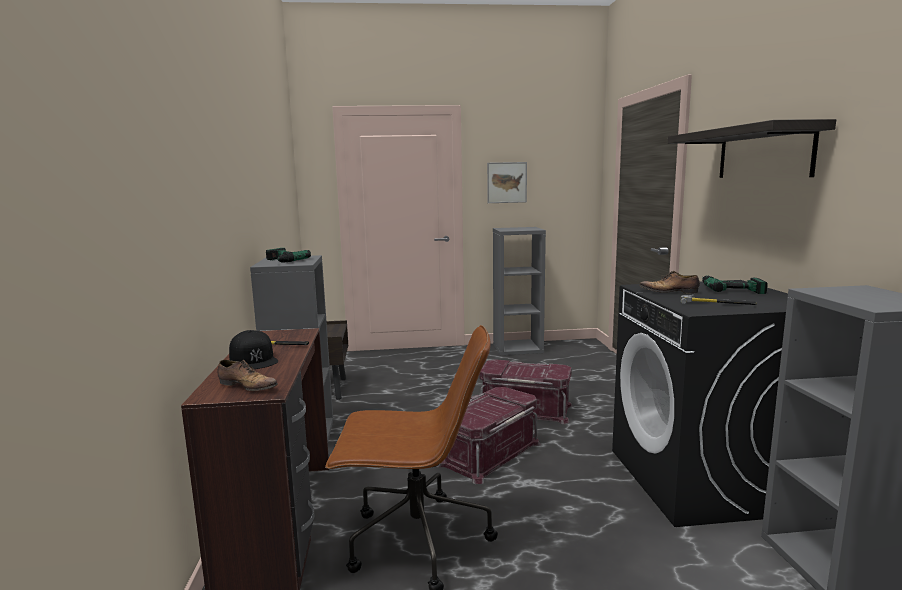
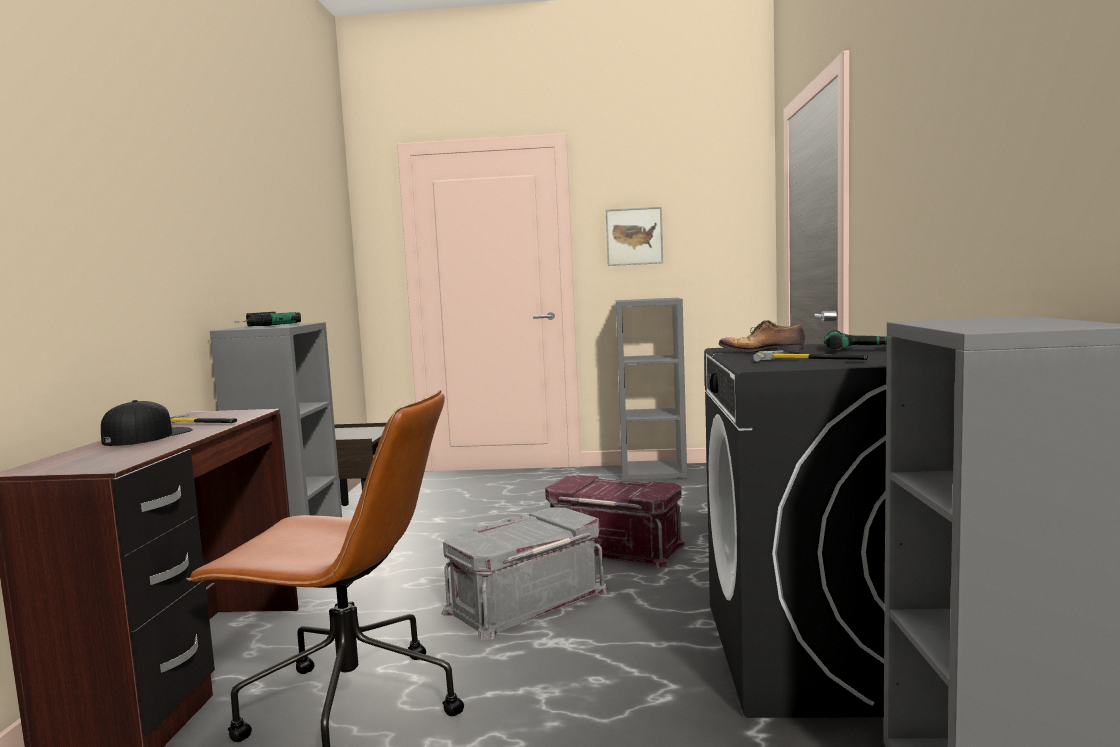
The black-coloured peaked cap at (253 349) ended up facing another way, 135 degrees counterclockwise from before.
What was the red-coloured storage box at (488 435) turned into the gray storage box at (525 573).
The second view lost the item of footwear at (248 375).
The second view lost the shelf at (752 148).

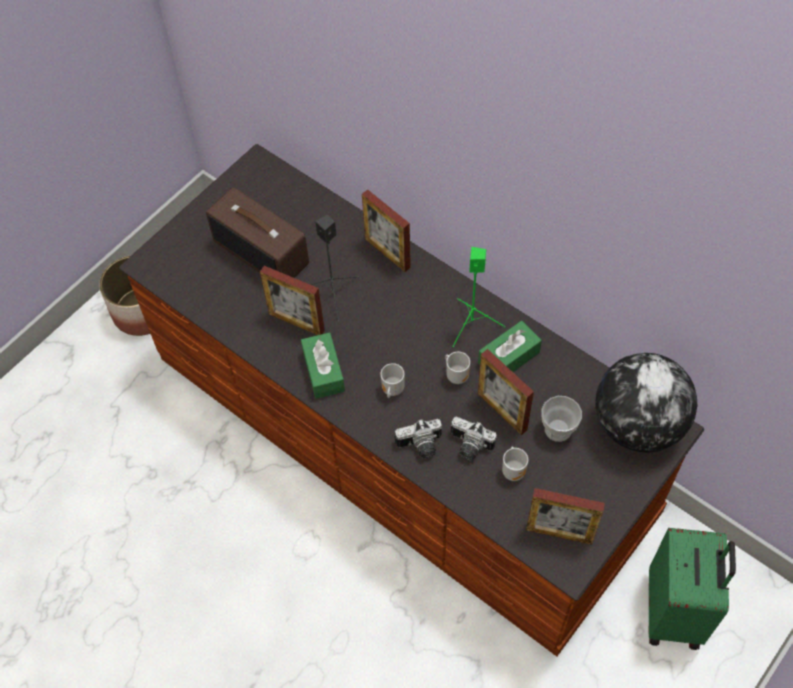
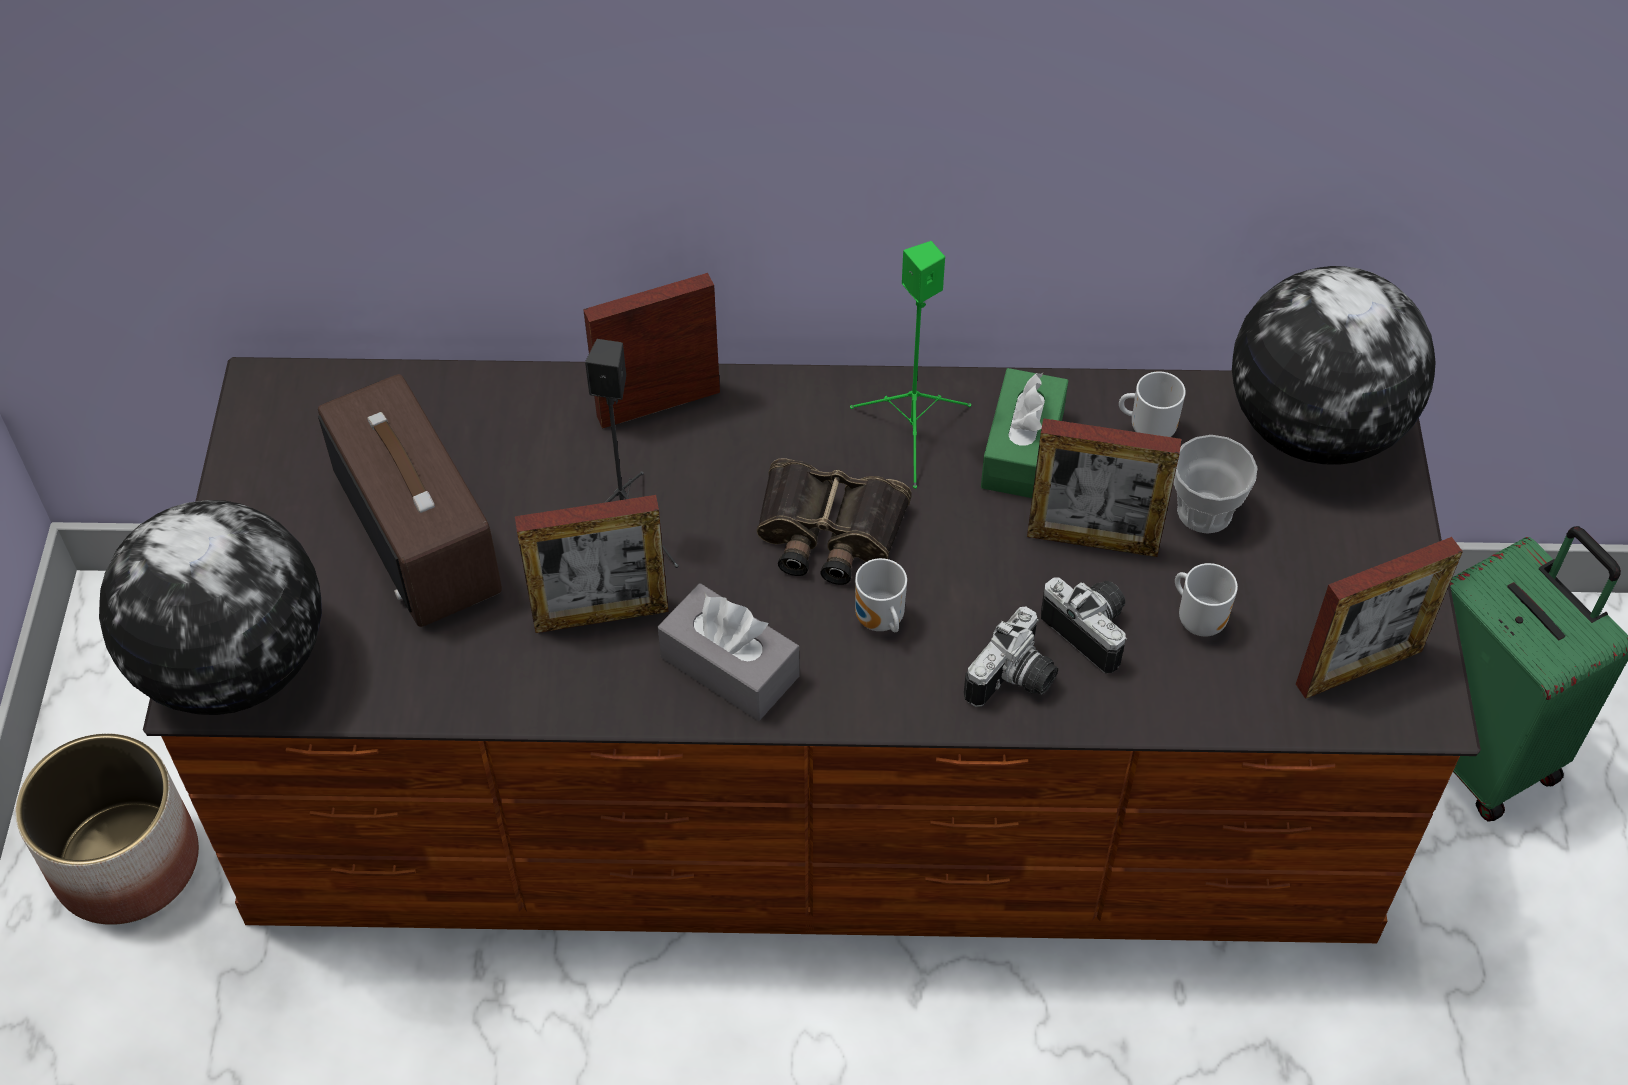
The second view gained the world globe at (210 607).
The radio at (257 232) ended up facing another way, 60 degrees clockwise from before.
The photo frame at (386 231) ended up facing another way, 150 degrees clockwise from before.
What was the green tissue holder at (323 365) turned into the gray tissue holder at (729 652).
The second view gained the field glasses at (834 521).
The photo camera at (474 438) ended up facing another way, 120 degrees counterclockwise from before.
The coffee mug ended up elsewhere, having gone from (457 368) to (1152 404).

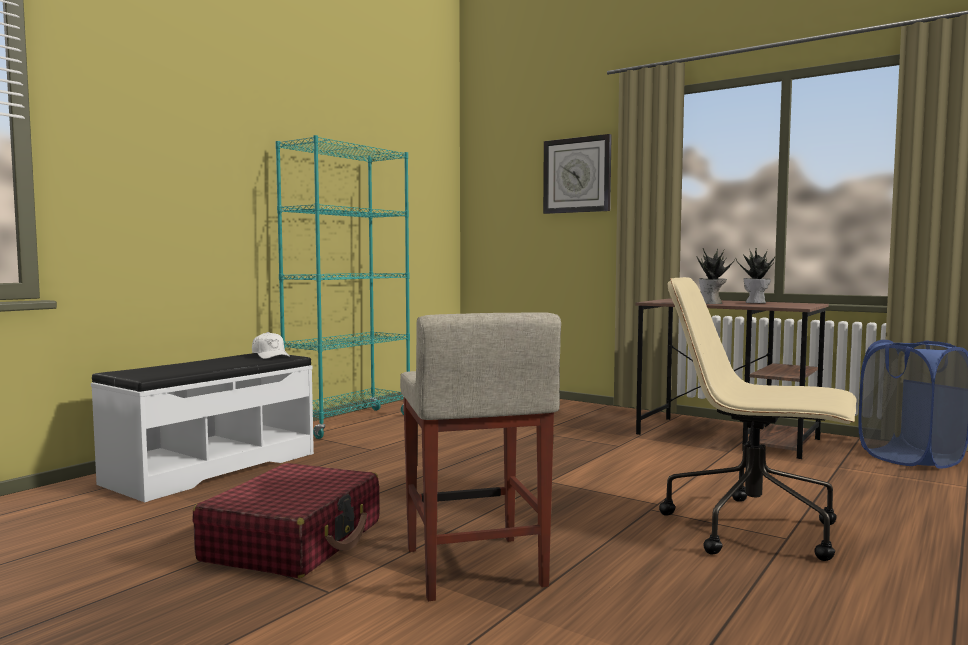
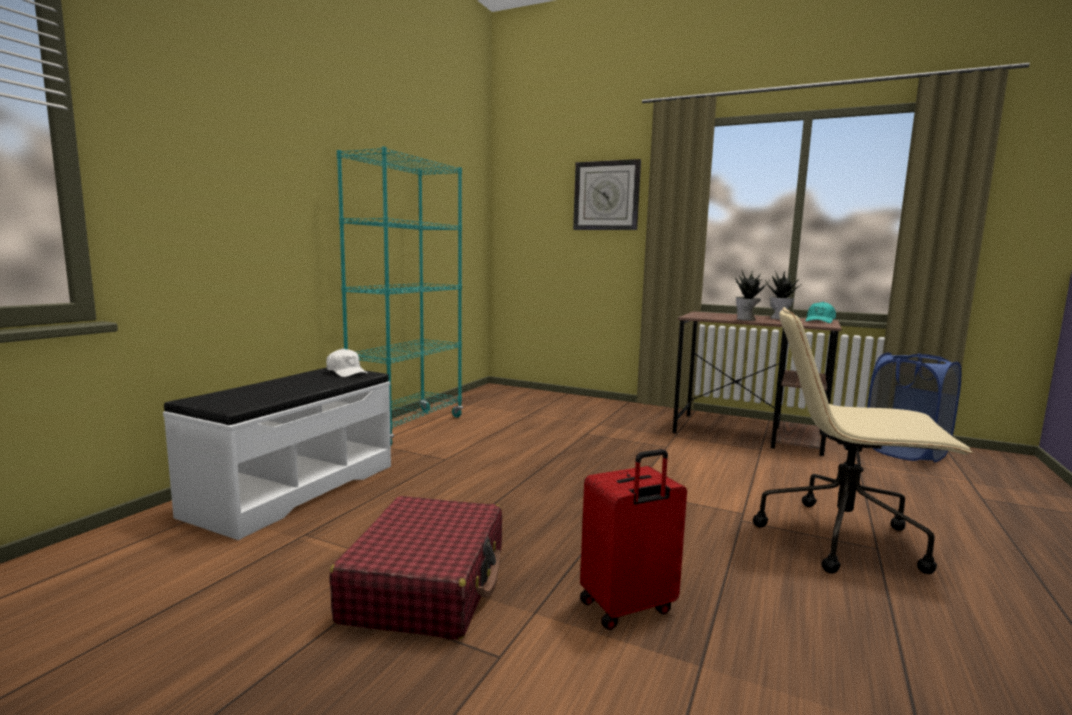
Where the beige stool stood at (480 456), the red-coloured travel case came to stand at (633 539).
The second view gained the turquoise-coloured peaked cap at (820 312).

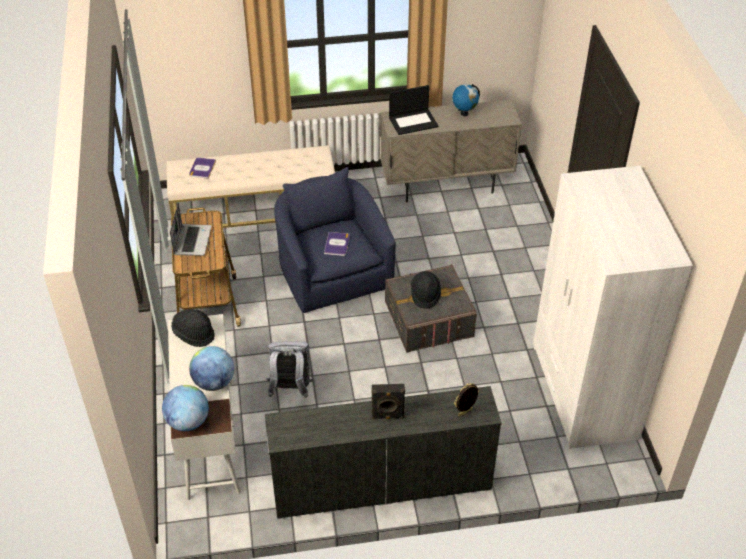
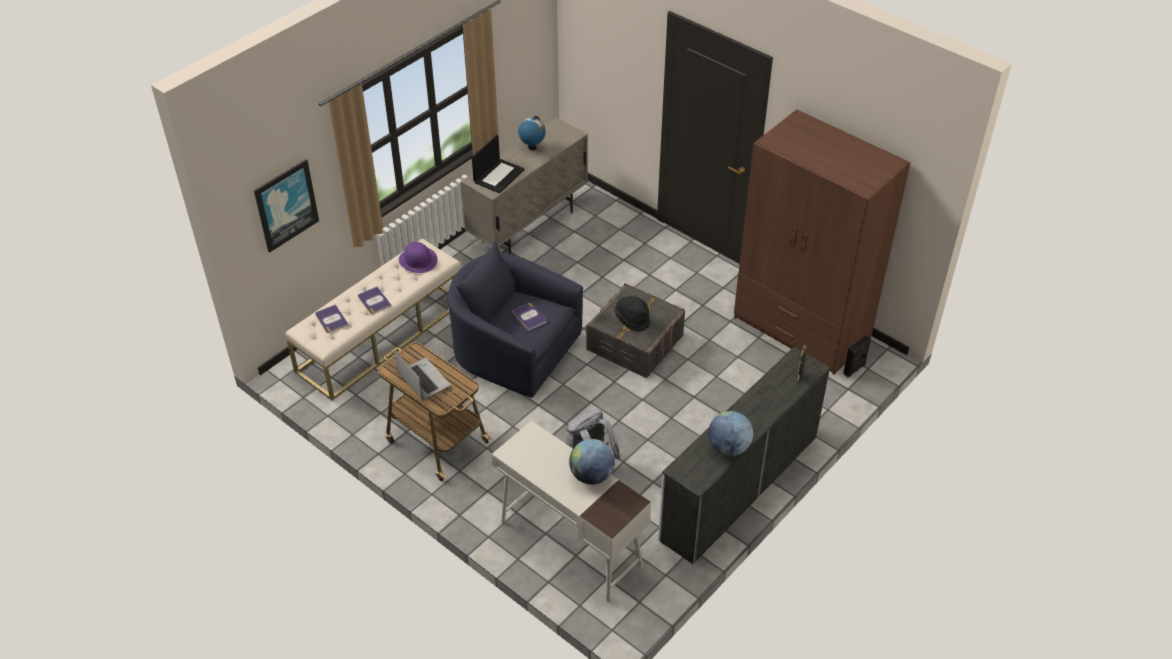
The second view gained the wall picture at (286 206).
The second view gained the bound book at (375 300).
The second view gained the purplish hat at (418 257).
The world globe ended up elsewhere, having gone from (185 408) to (730 433).
What was the white-coloured armoire at (613 307) turned into the brown-coloured armoire at (822 241).
The black-coloured speaker ended up elsewhere, having gone from (388 401) to (857 356).
The second view lost the black-coloured hat at (193 328).

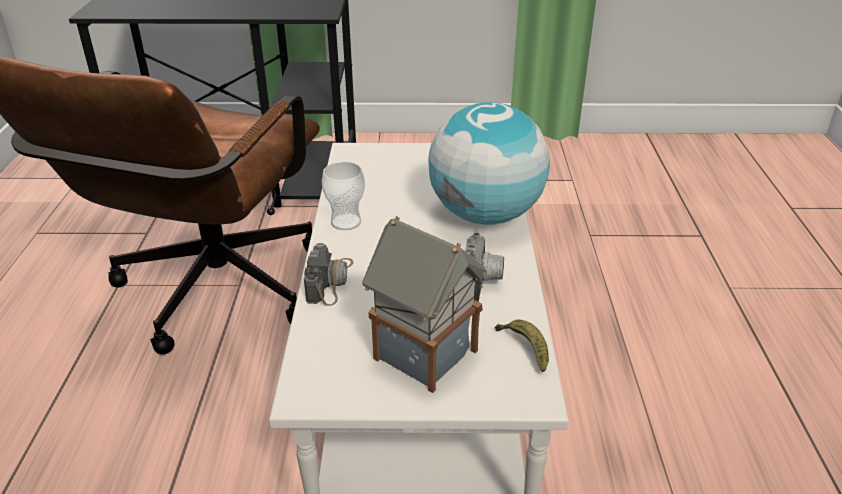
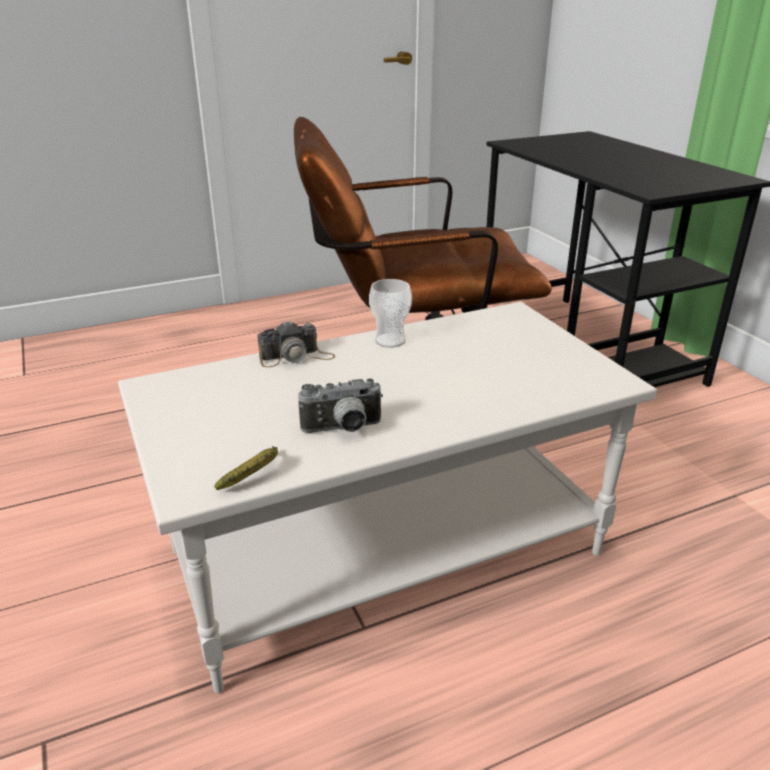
The second view lost the miniature house at (424 304).
The second view lost the world globe at (489 163).

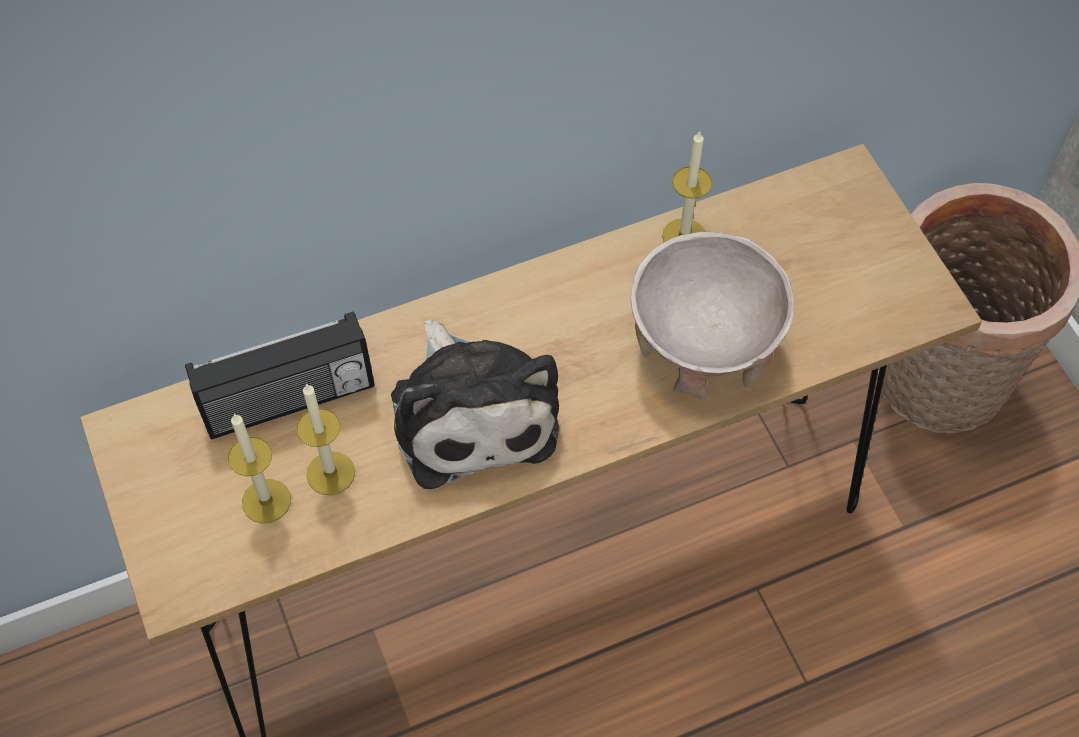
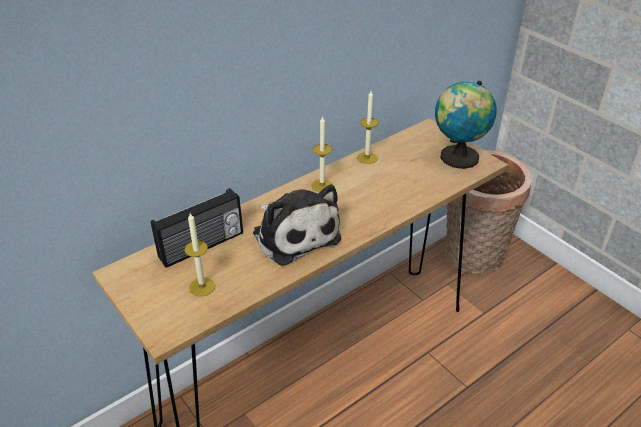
The wax light ended up elsewhere, having gone from (325 439) to (322 154).
The second view gained the world globe at (466 125).
The second view lost the beige serving bowl at (712 316).

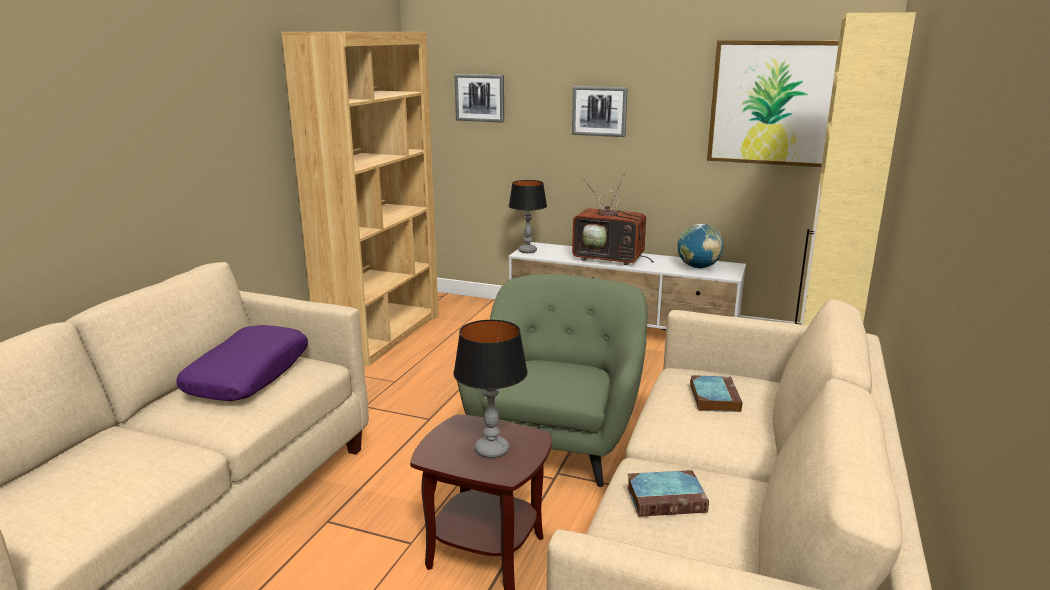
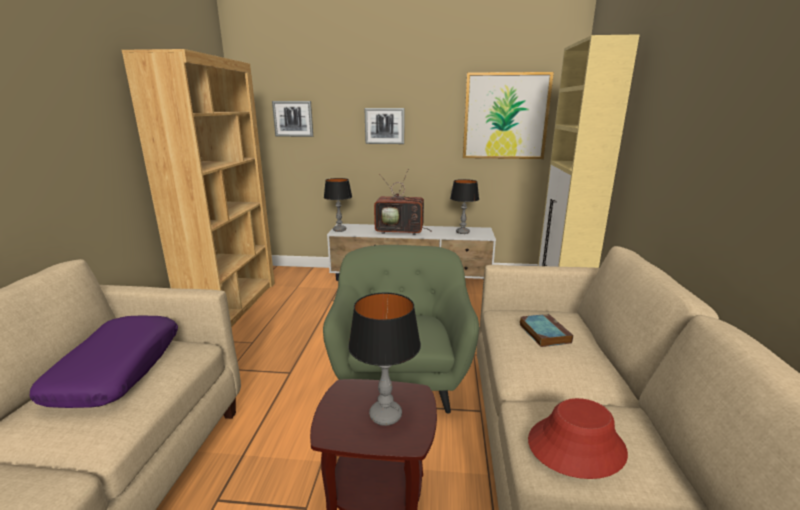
Where the world globe stood at (700 246), the table lamp came to stand at (464 206).
Where the bound book stood at (668 493), the red-coloured hat came to stand at (578 438).

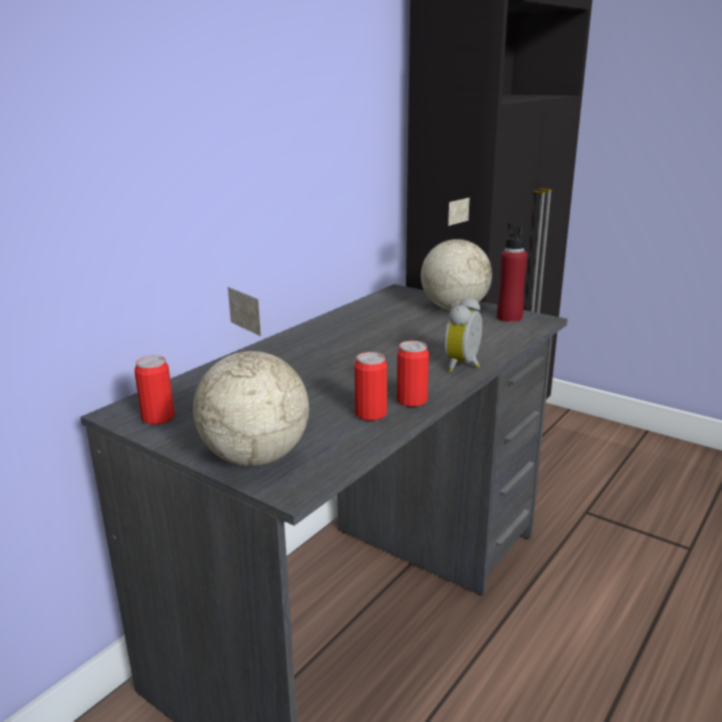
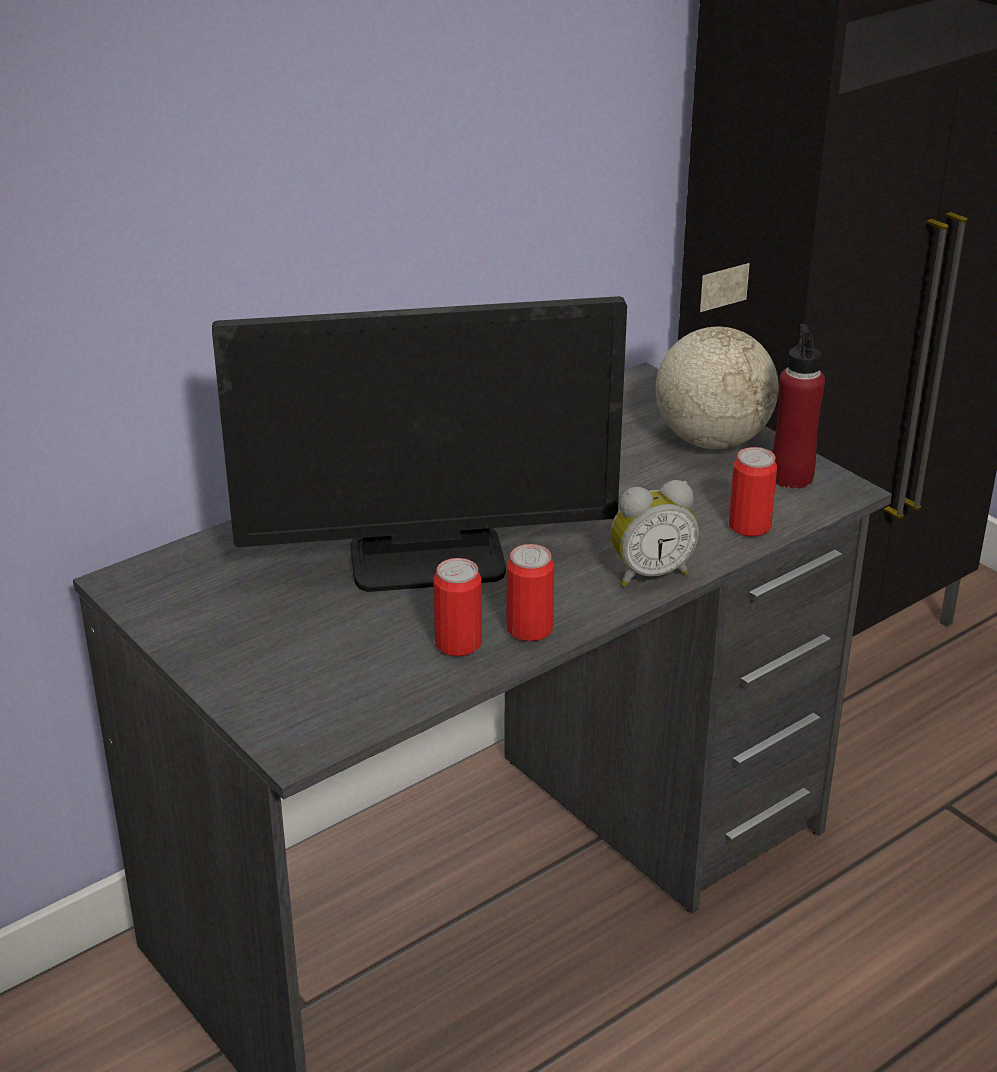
The second view gained the computer screen at (419 444).
The alarm clock at (463 334) ended up facing another way, 150 degrees counterclockwise from before.
The metal can ended up elsewhere, having gone from (154 390) to (752 492).
The second view lost the world globe at (251 376).

